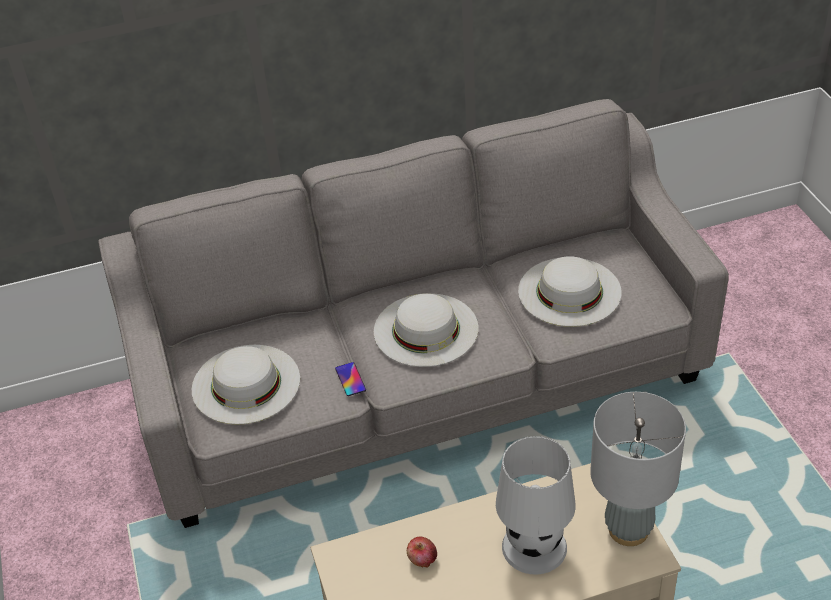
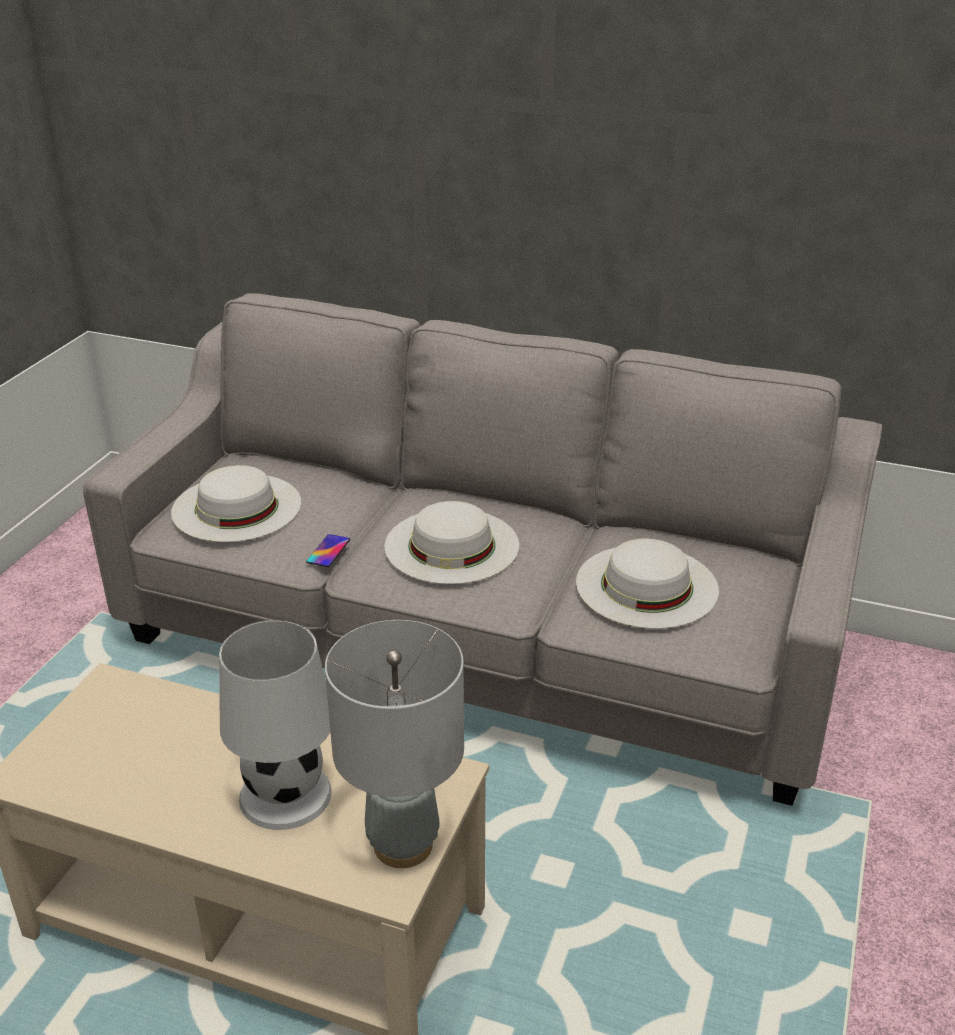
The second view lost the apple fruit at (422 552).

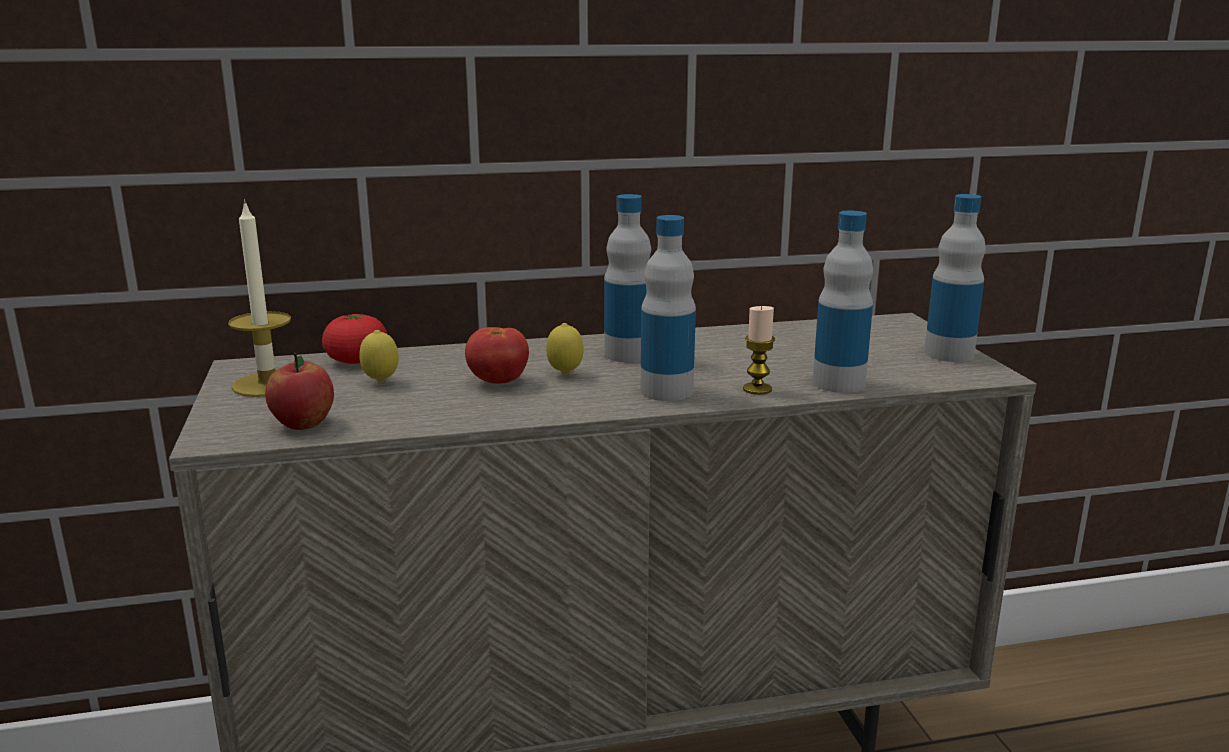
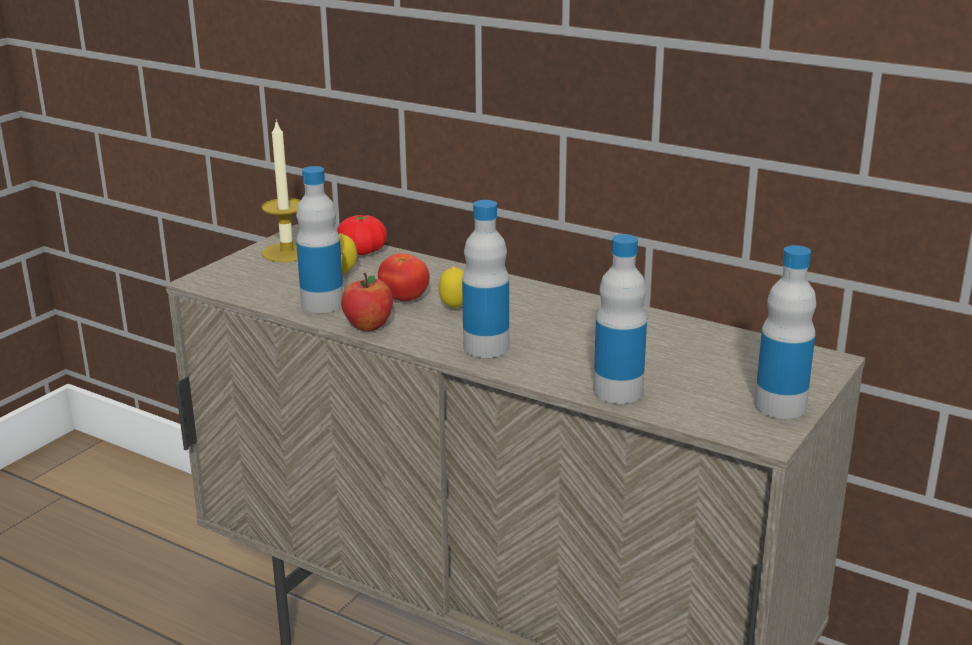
The bottle ended up elsewhere, having gone from (627 278) to (319 239).
The apple fruit ended up elsewhere, having gone from (299 391) to (367 302).
The second view lost the wax light at (759 350).

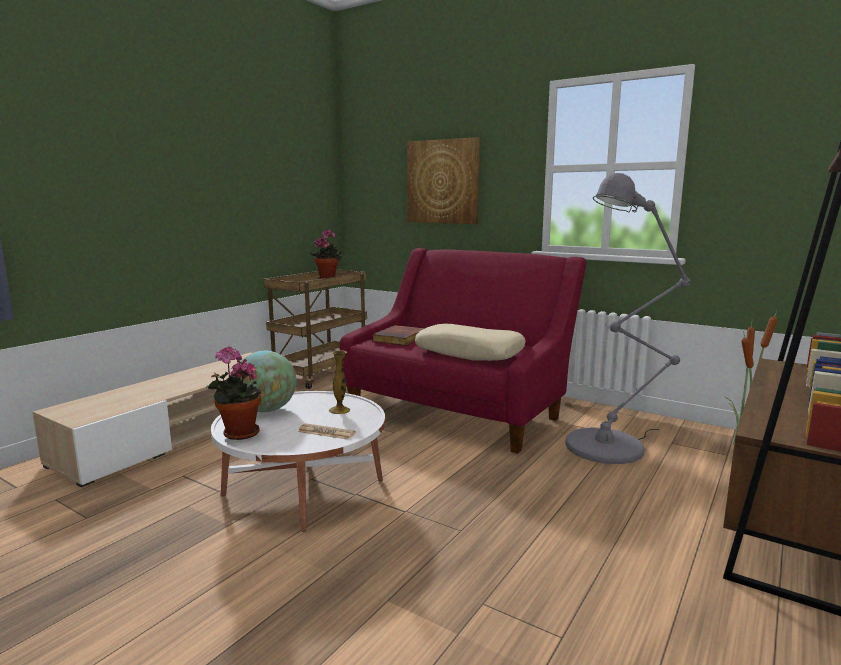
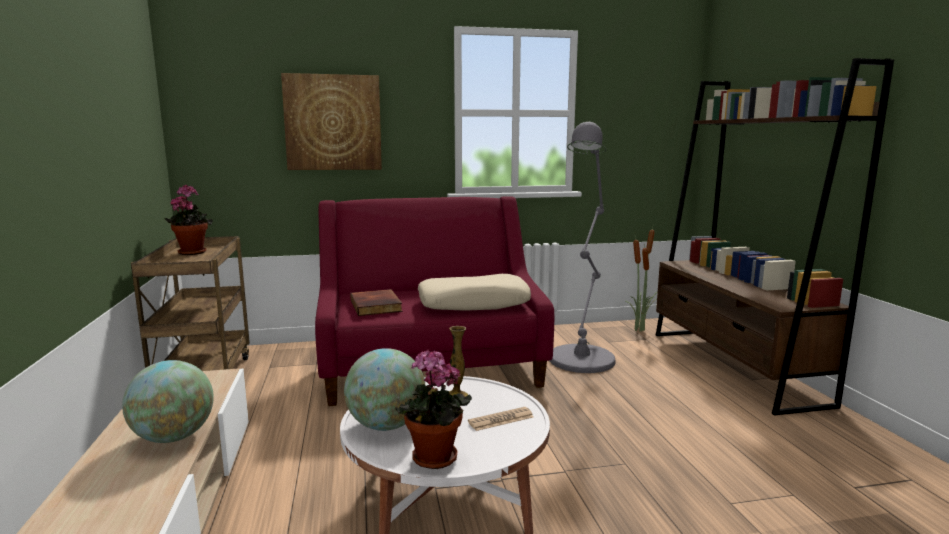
The second view gained the world globe at (168 401).

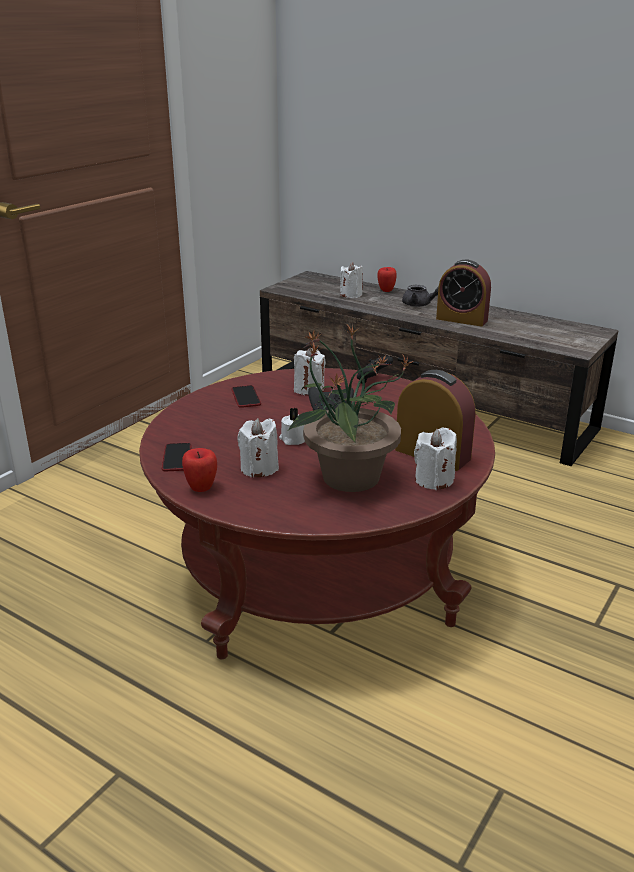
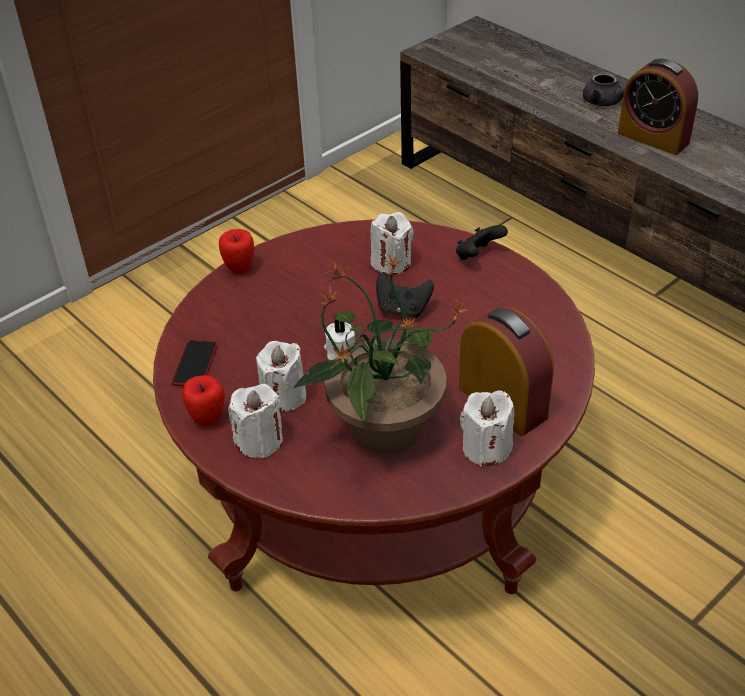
The apple fruit ended up elsewhere, having gone from (386 279) to (236 251).
The white-coloured wax light ended up elsewhere, having gone from (351 280) to (255 421).
The second view lost the phone at (246 396).

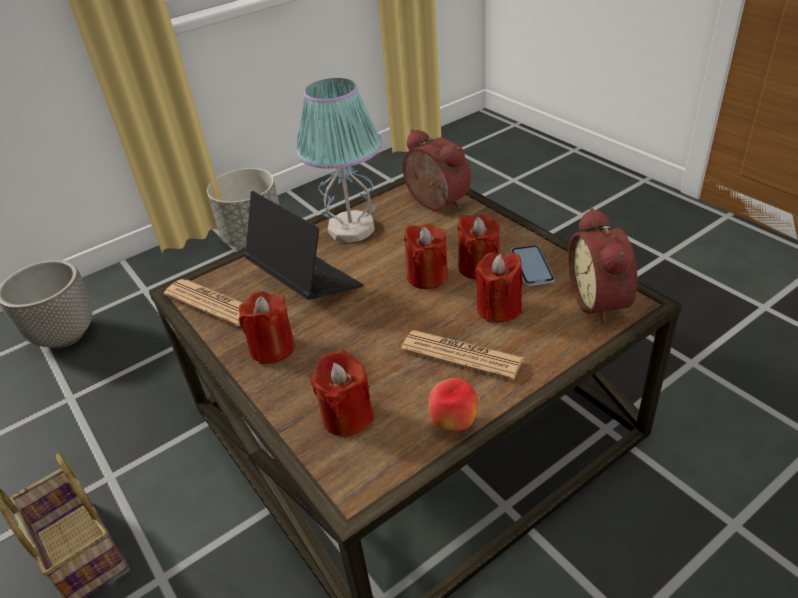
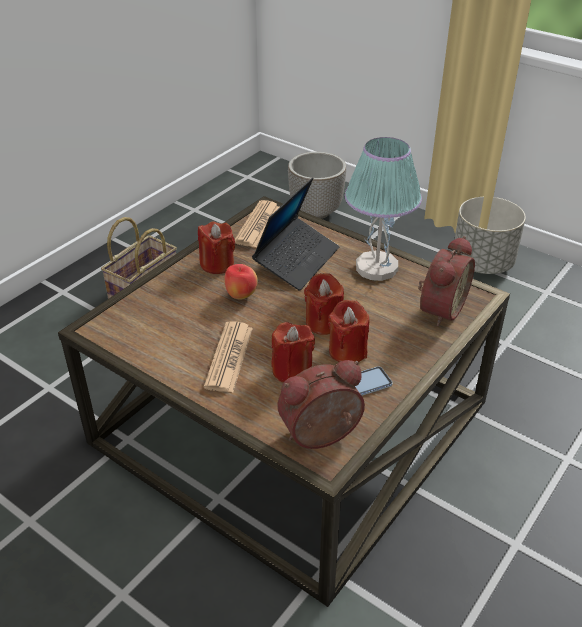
The apple fruit ended up elsewhere, having gone from (453 404) to (241 282).
The second view lost the red-coloured wax light at (342 393).

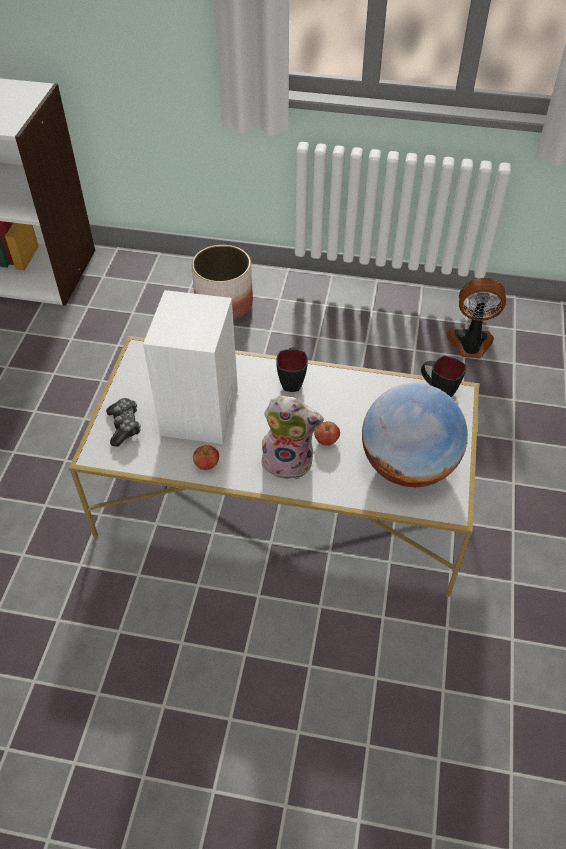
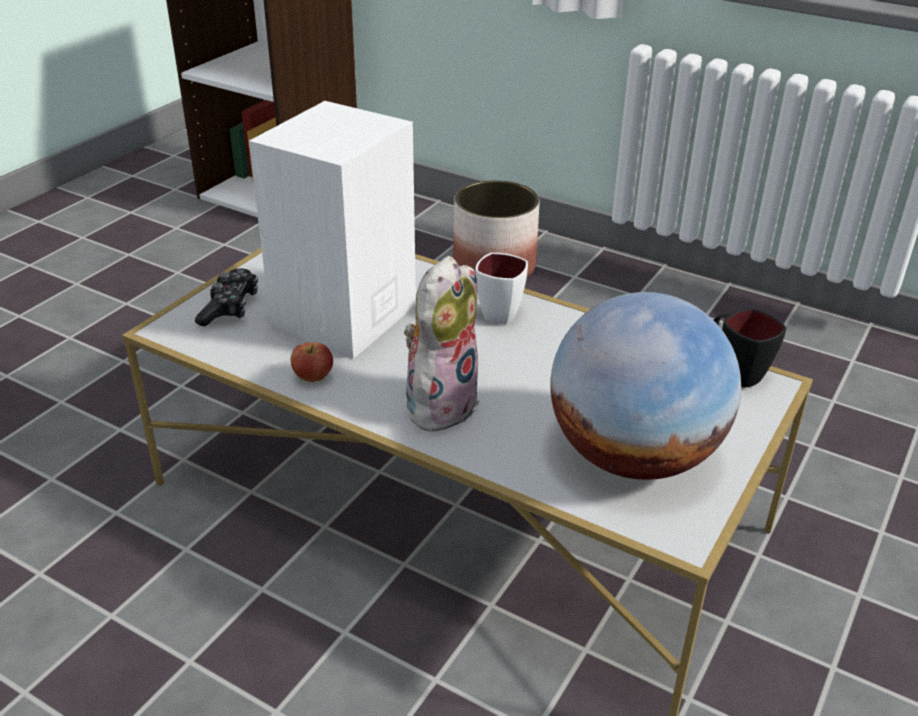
The soft toy at (292 437) ended up facing another way, 90 degrees counterclockwise from before.
What was the black-coloured coffee mug at (292 369) turned into the white-coloured coffee mug at (501 288).
The second view lost the apple fruit at (327 433).
The second view lost the fan at (476 318).

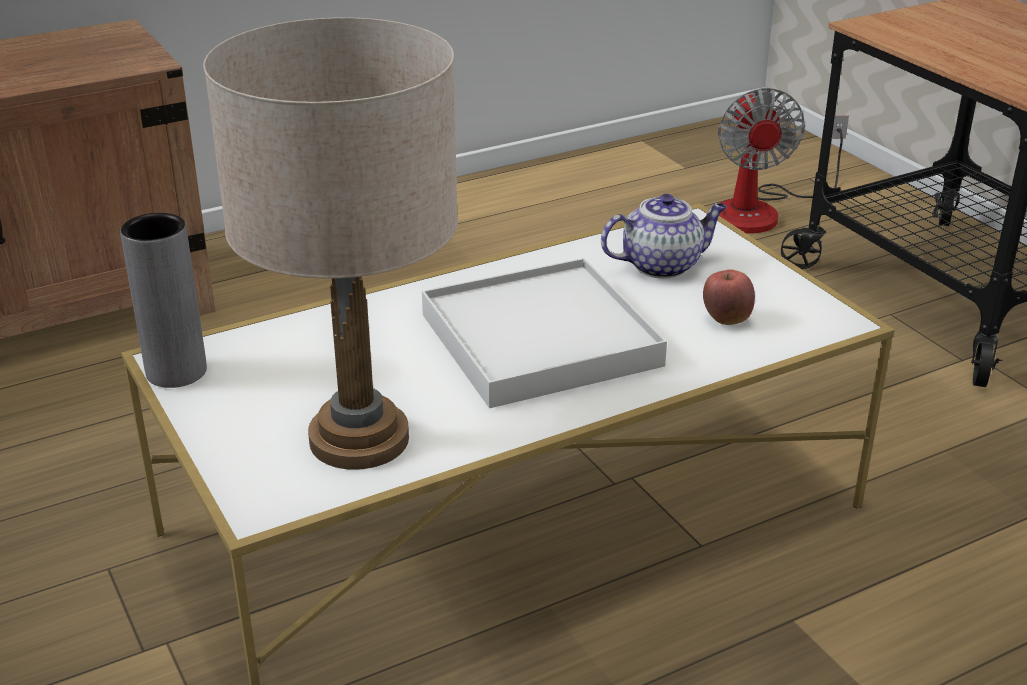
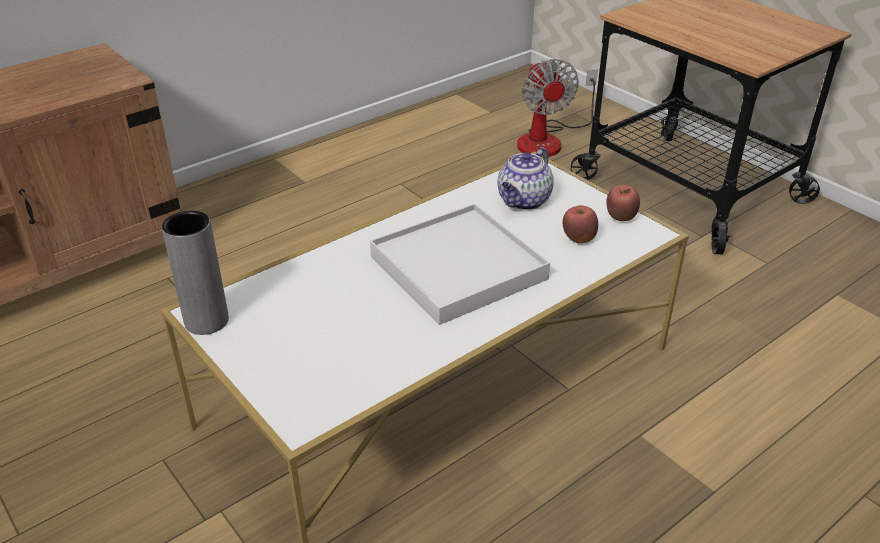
The pot for tea at (664 236) ended up facing another way, 150 degrees clockwise from before.
The second view gained the apple fruit at (623 203).
The second view lost the beige table lamp at (330 243).

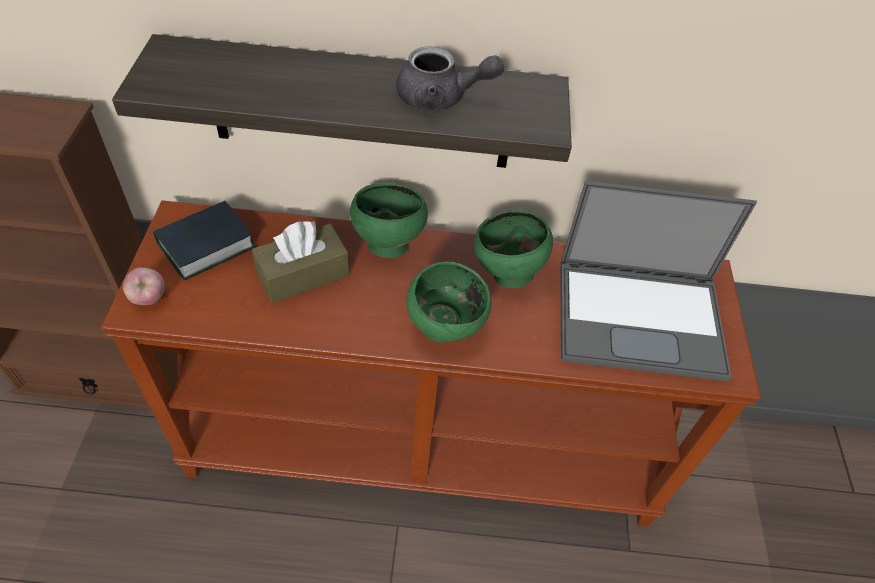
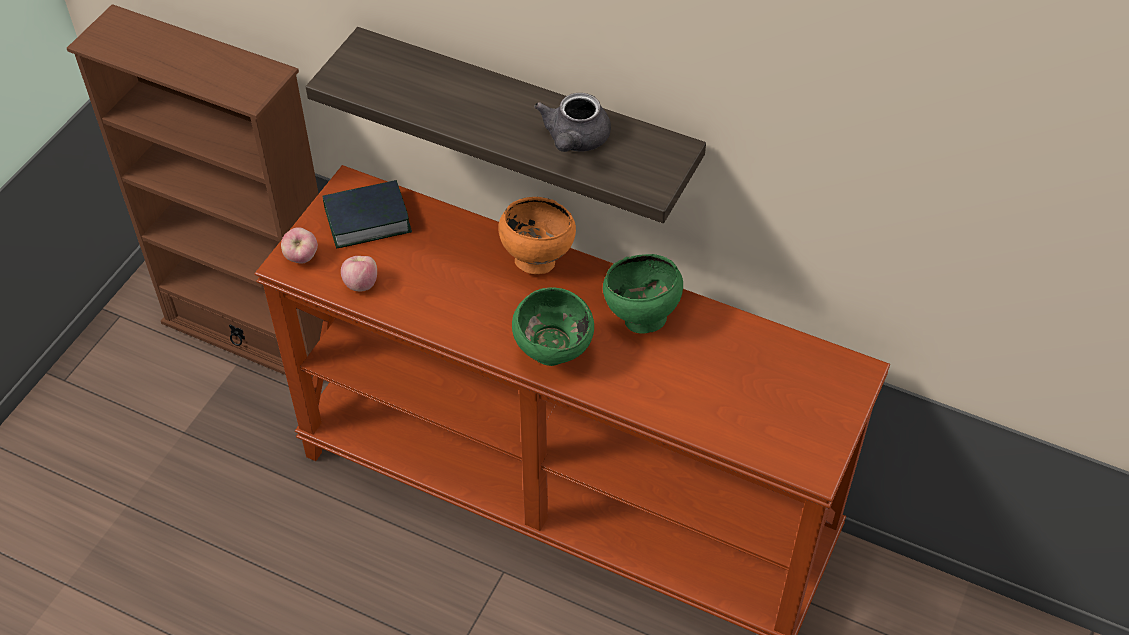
The second view gained the apple fruit at (359 274).
What was the green serving bowl at (389 220) turned into the orange-coloured serving bowl at (537 235).
The gray pot for tea at (450 78) ended up facing another way, 75 degrees clockwise from before.
The second view lost the brown-coloured tissue holder at (300 262).
The second view lost the portable computer at (658 281).

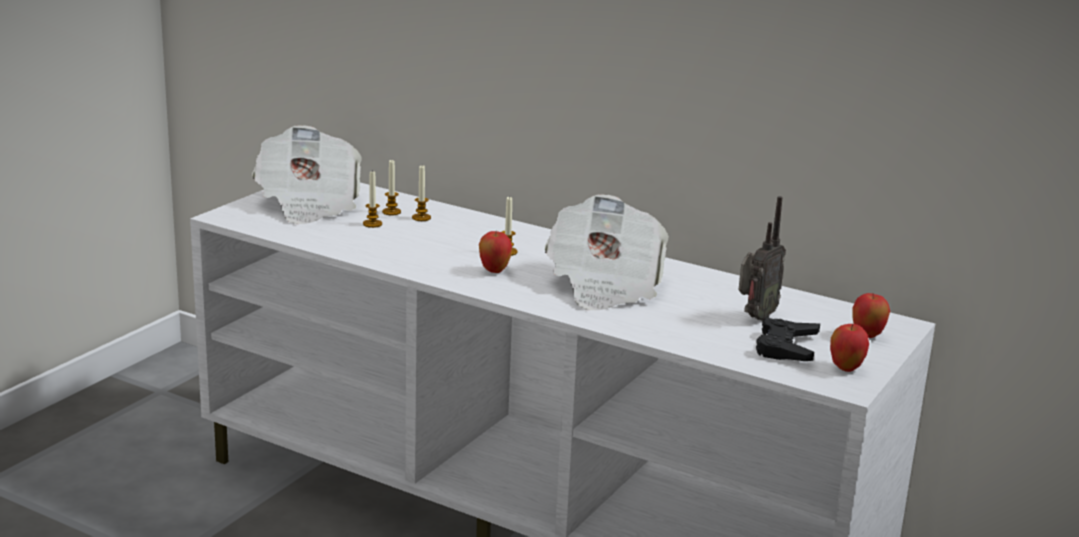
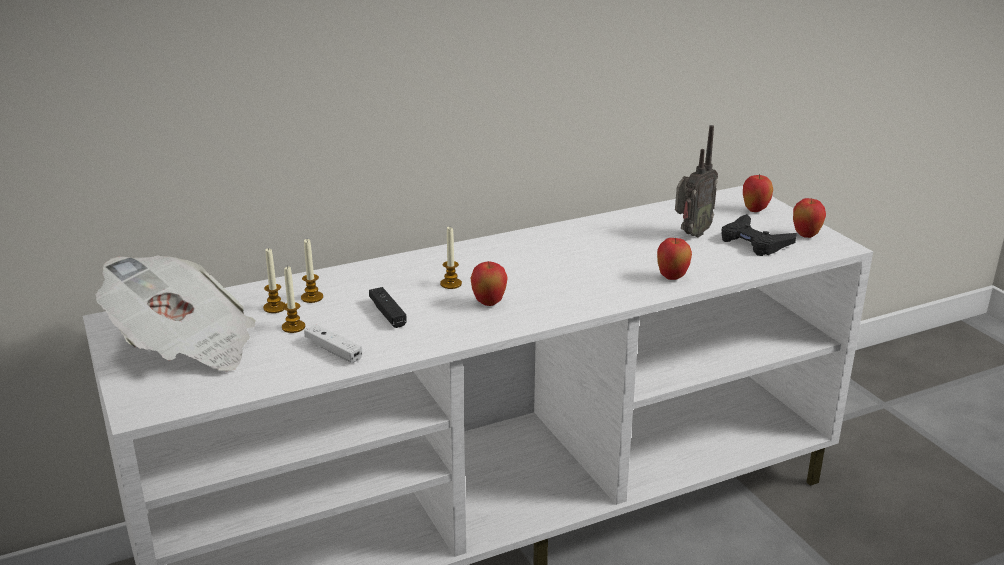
The second view gained the white-coloured gamepad at (333 343).
The second view gained the black-coloured gamepad at (388 307).
The second view gained the apple fruit at (674 259).
The radio at (762 258) ended up facing another way, 60 degrees clockwise from before.
The second view lost the printed paper at (607 252).

